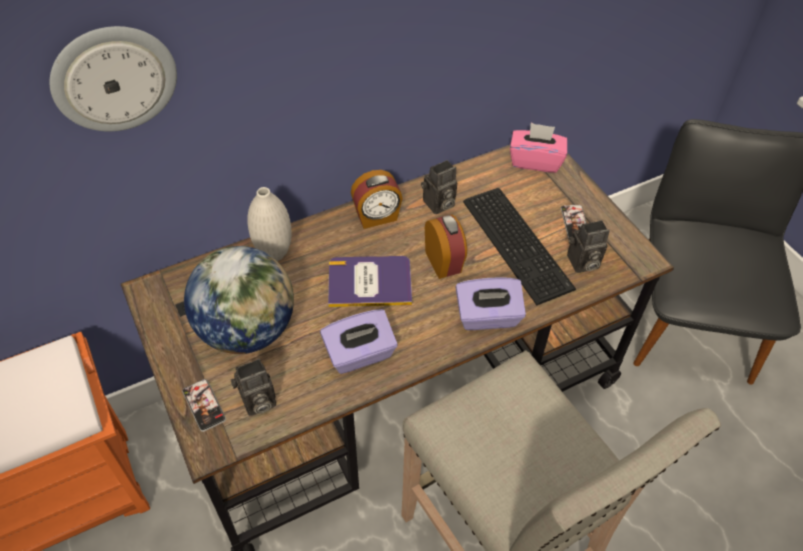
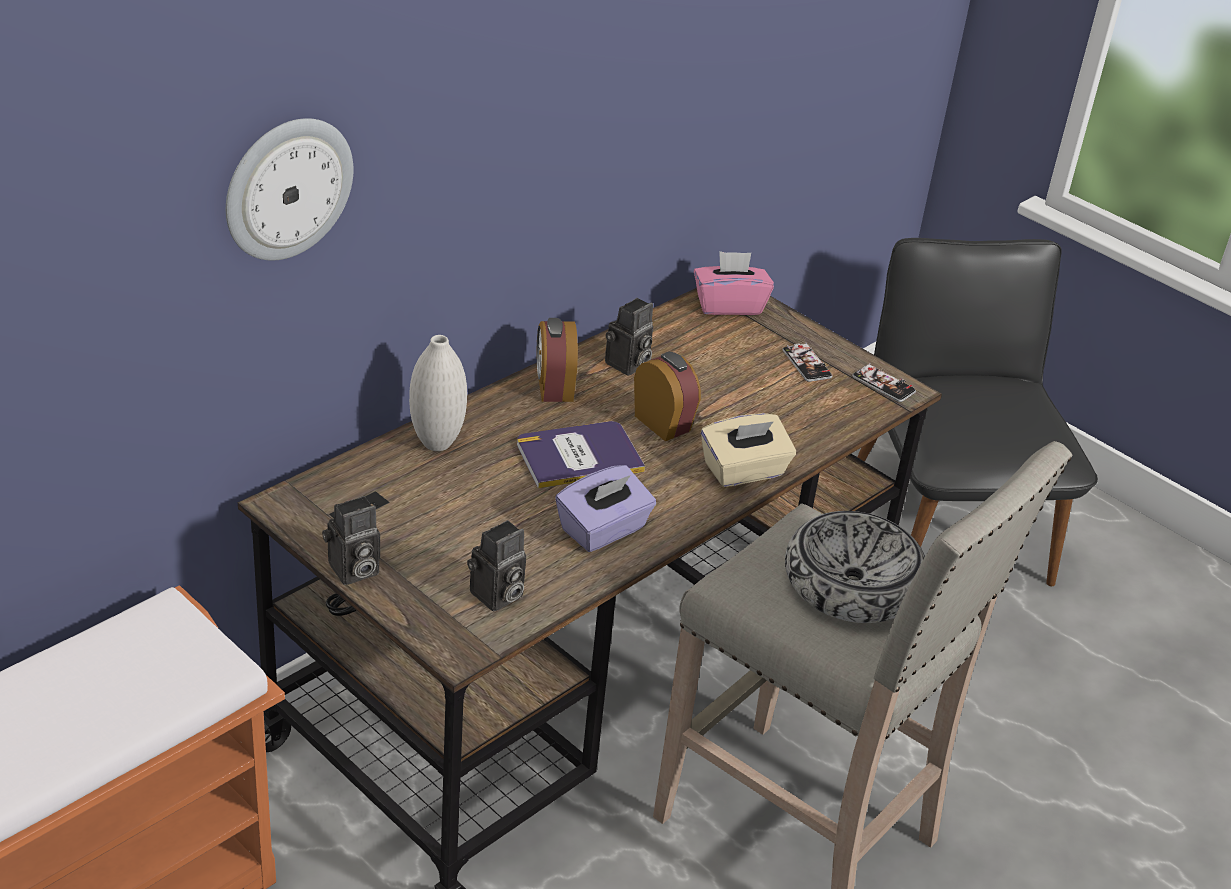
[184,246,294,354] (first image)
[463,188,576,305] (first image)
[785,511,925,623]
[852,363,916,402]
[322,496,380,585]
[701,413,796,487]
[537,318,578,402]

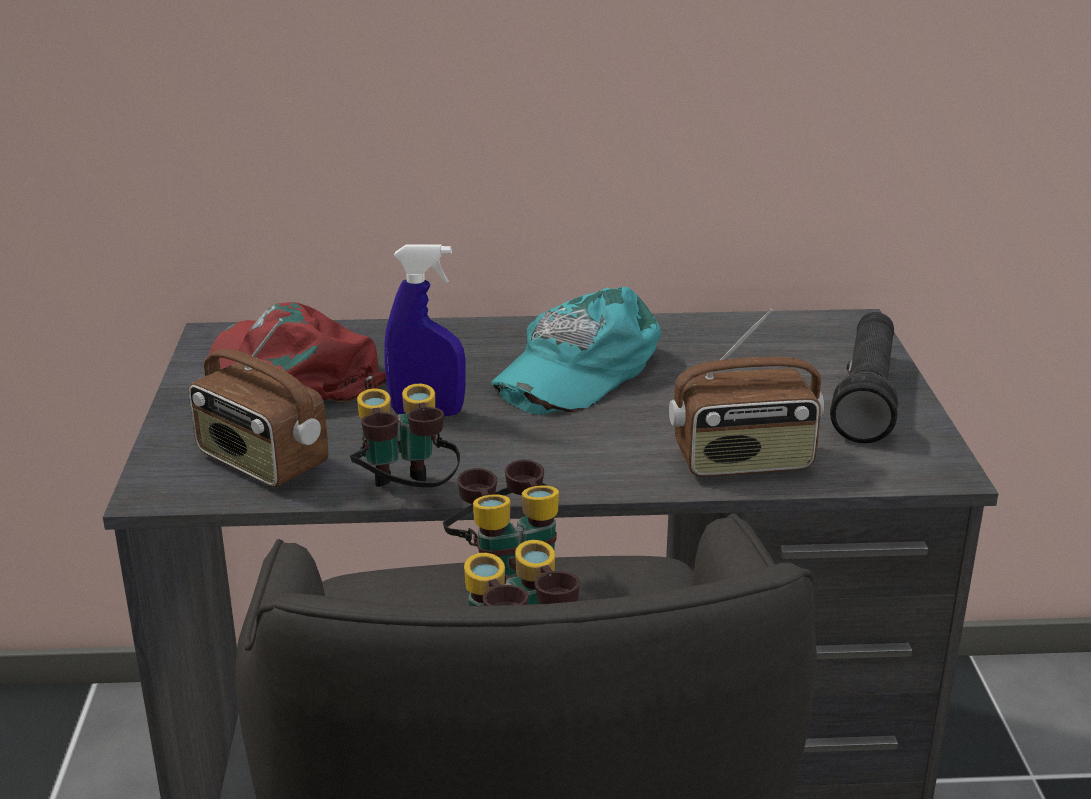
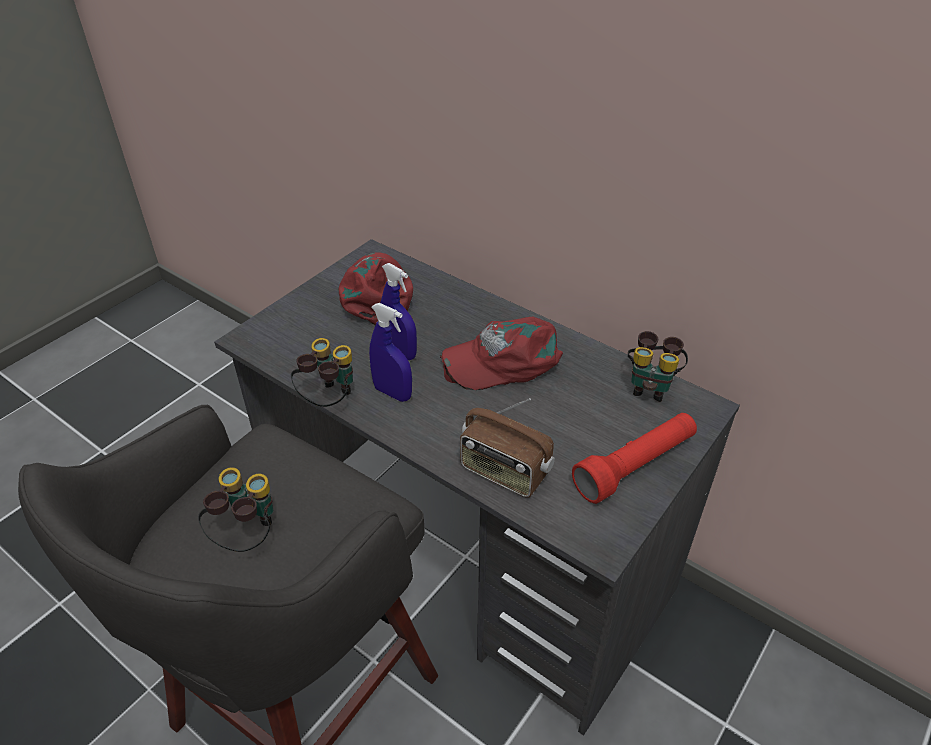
[188,318,328,487] (first image)
[369,303,412,402]
[628,331,688,402]
[440,317,563,390]
[572,413,697,504]

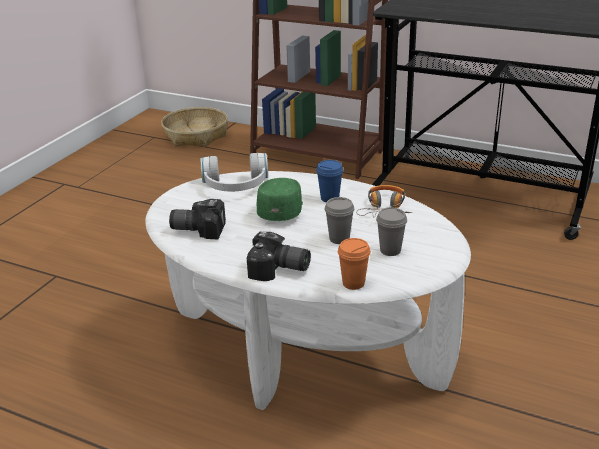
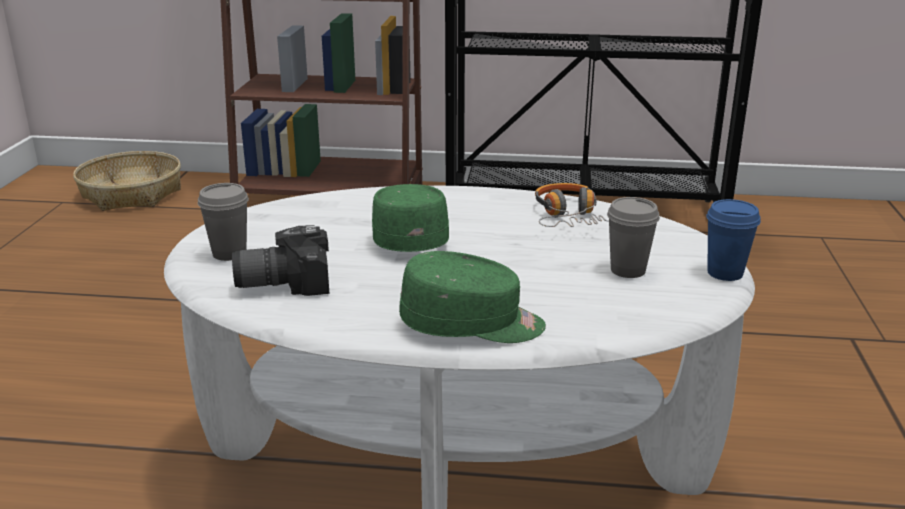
[200,153,268,192] (first image)
[338,238,371,290] (first image)
[706,199,761,281]
[198,183,249,261]
[399,251,546,343]

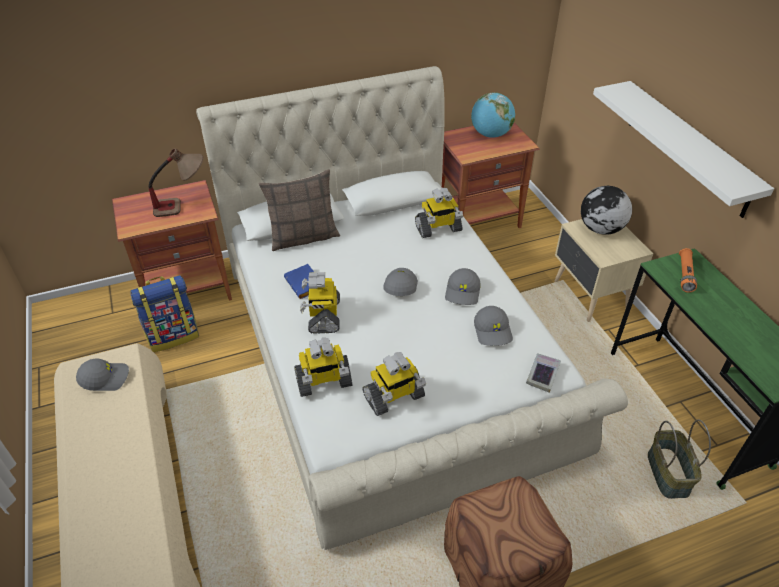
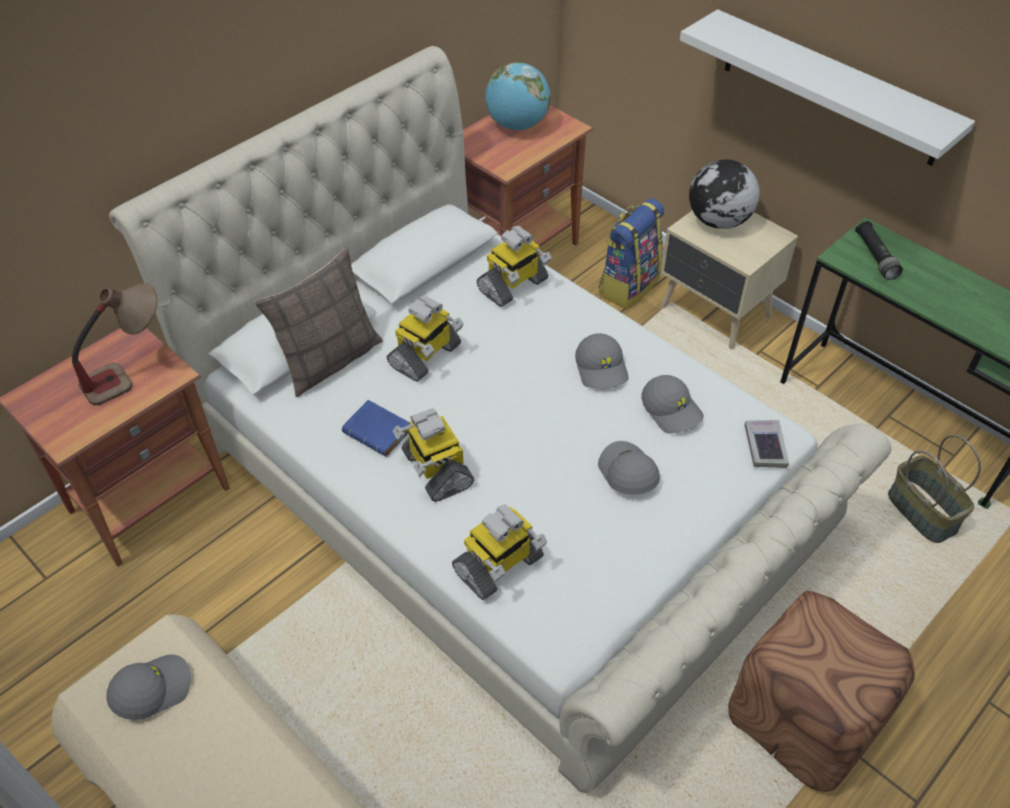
[599,198,664,309]
[387,295,463,382]
[598,441,660,495]
[855,221,903,280]

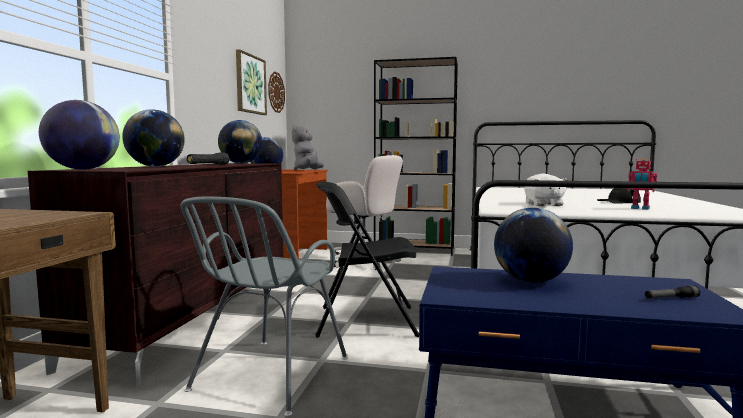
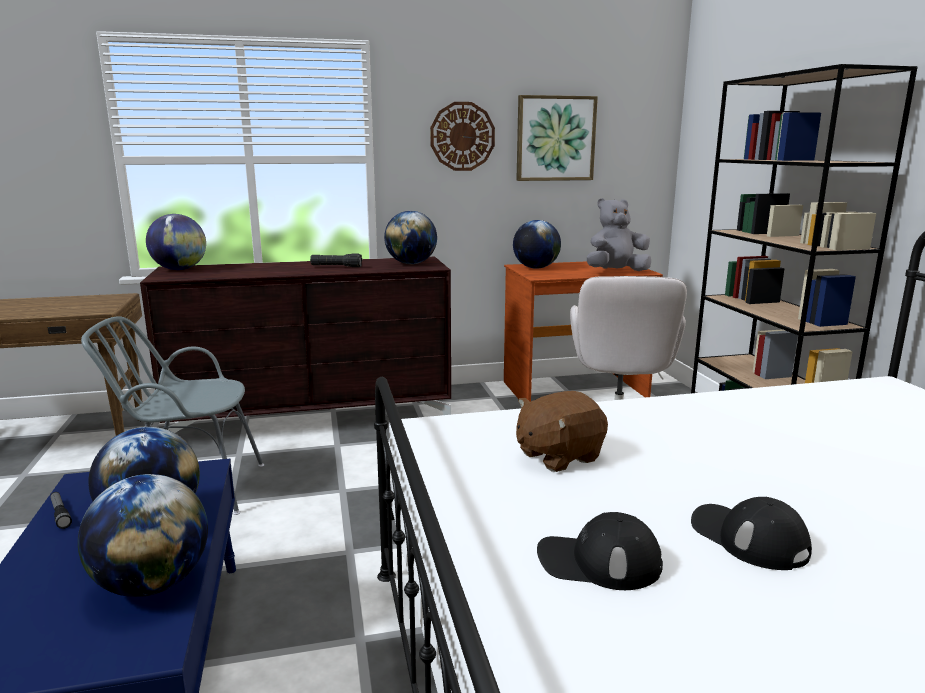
[315,182,419,338] (first image)
[78,474,208,597]
[430,102,495,171]
[50,492,72,529]
[537,512,663,590]
[516,391,608,472]

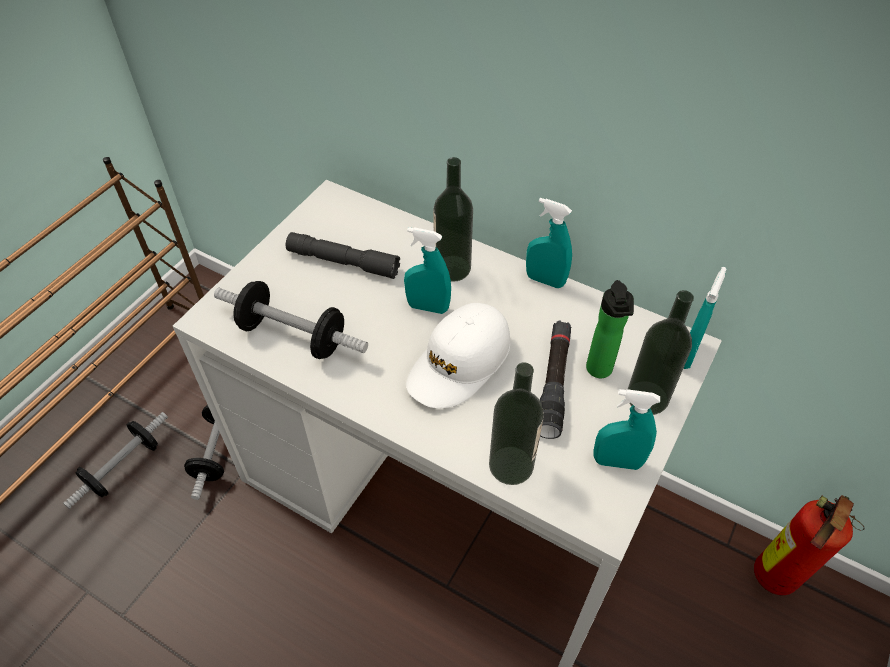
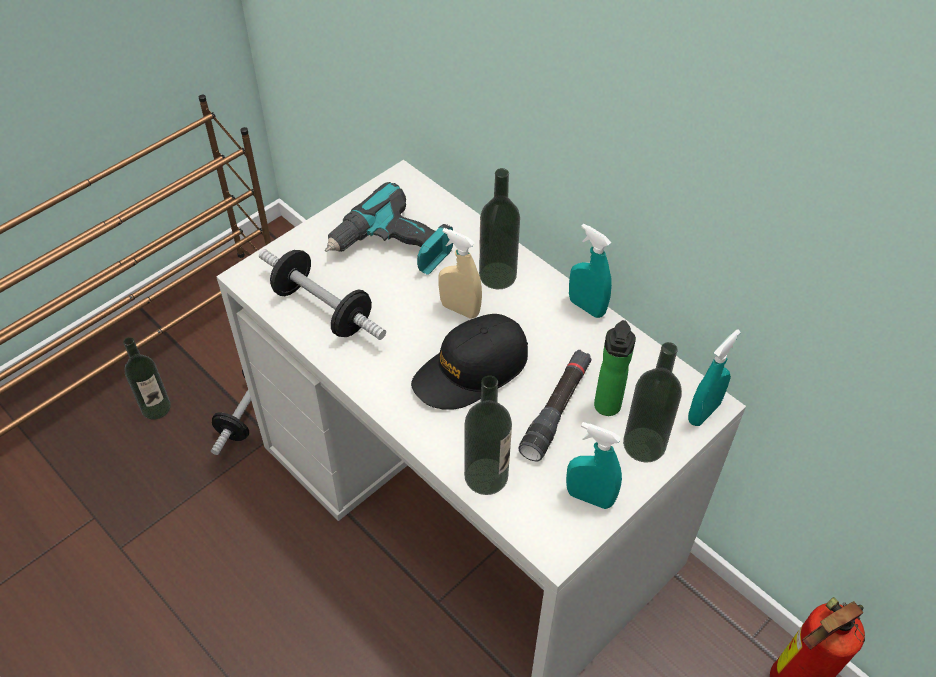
[123,337,171,420]
[325,182,453,275]
[438,228,482,319]
[411,314,528,410]

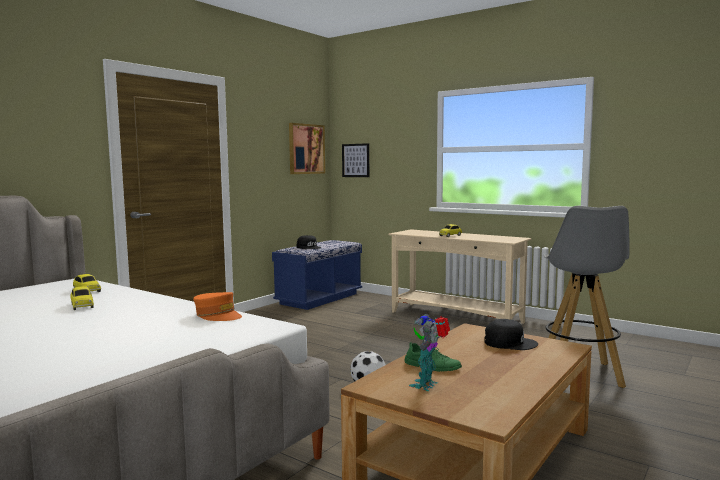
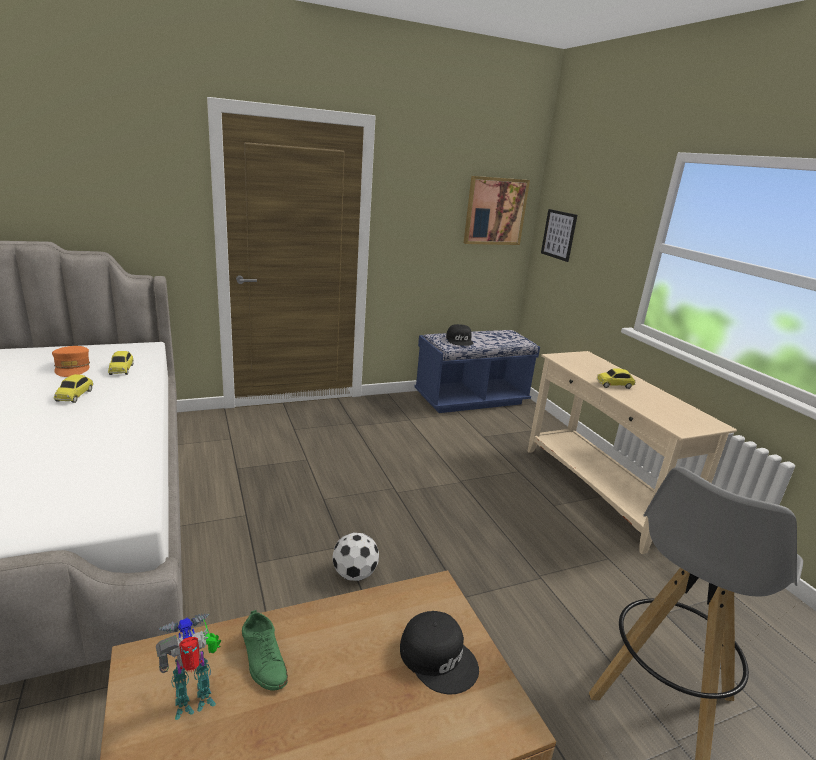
[52,346,90,377]

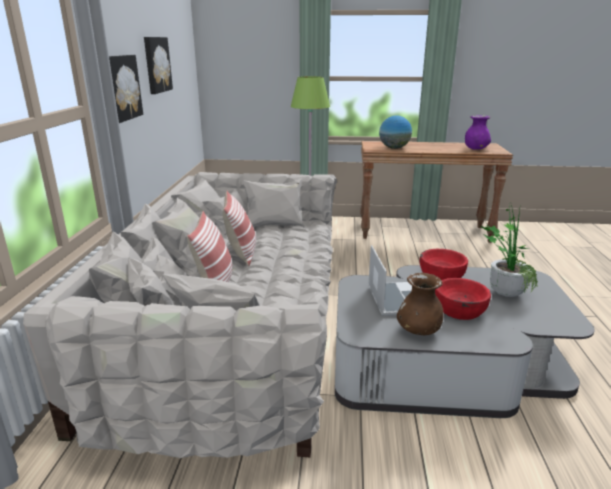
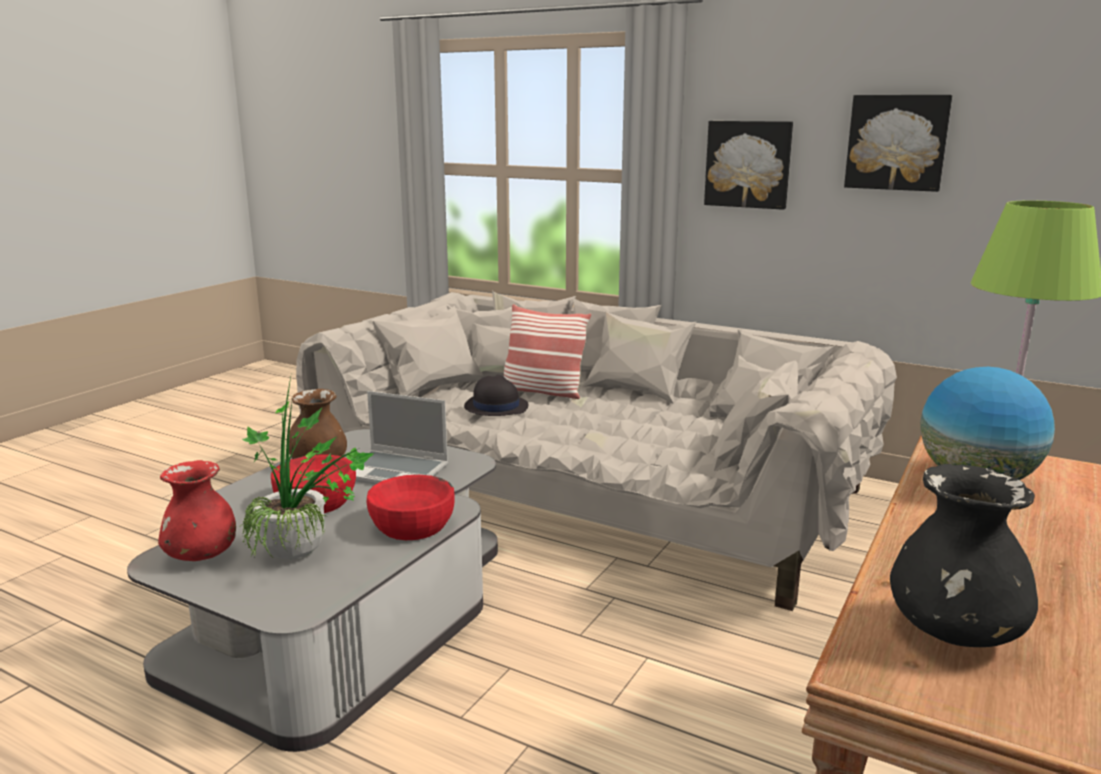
[222,191,256,266] (first image)
[158,460,236,561]
[464,375,529,416]
[890,464,1038,647]

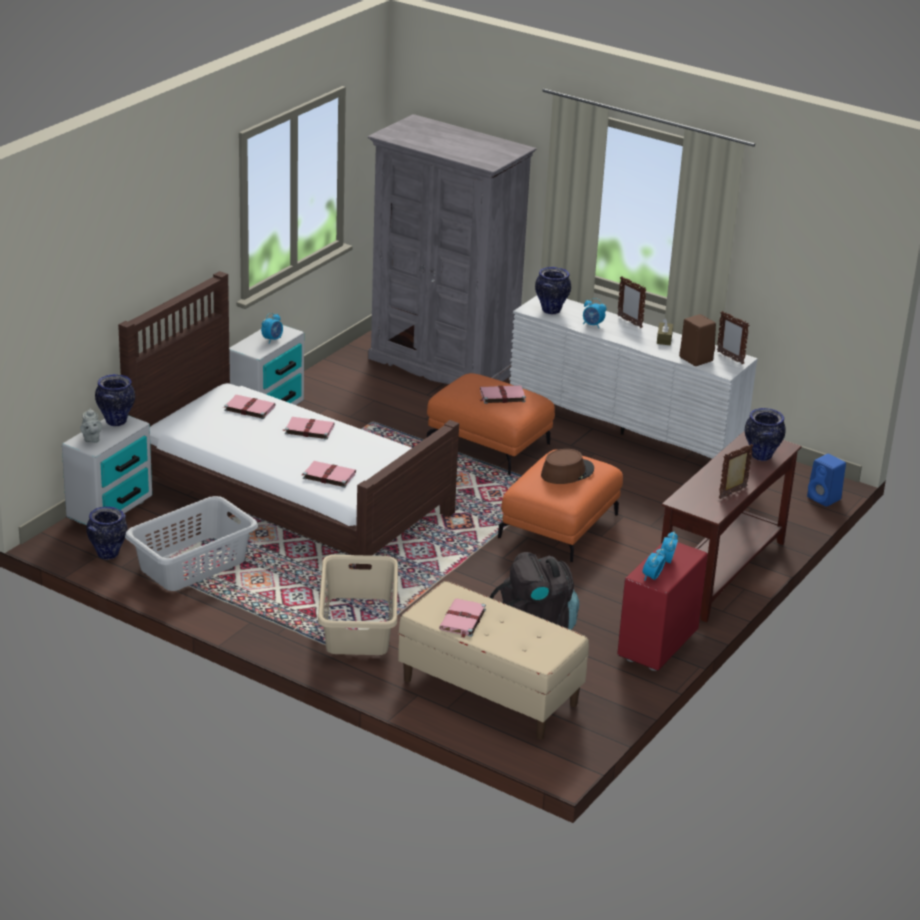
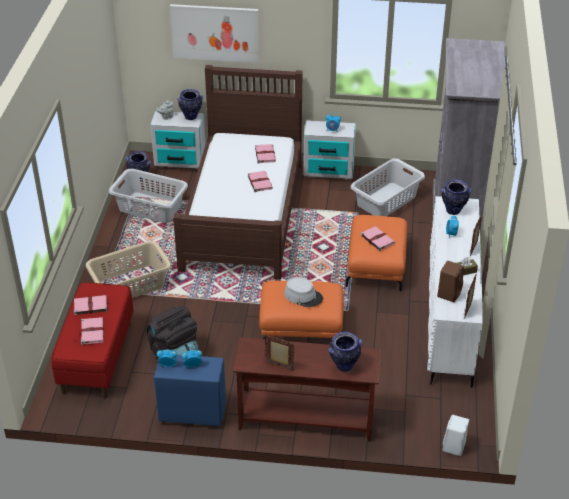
[170,4,259,63]
[351,159,425,216]
[81,317,104,345]
[51,282,134,398]
[284,277,323,307]
[154,355,226,426]
[443,415,469,456]

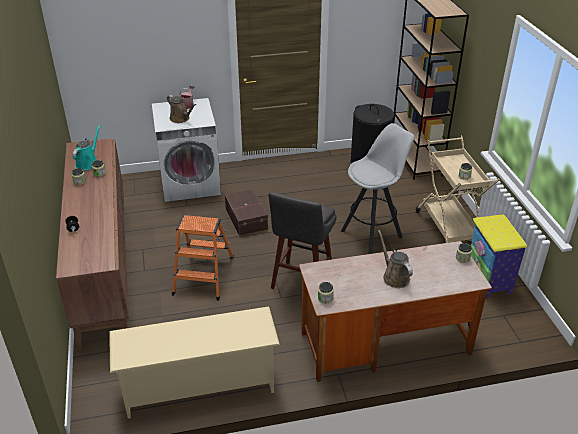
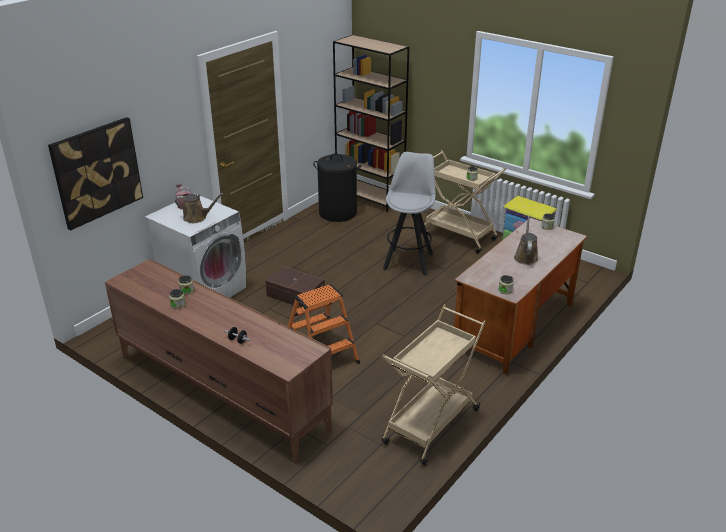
[72,125,101,171] (first image)
[268,192,337,289] (first image)
[48,117,143,230]
[382,304,486,466]
[514,216,538,265]

